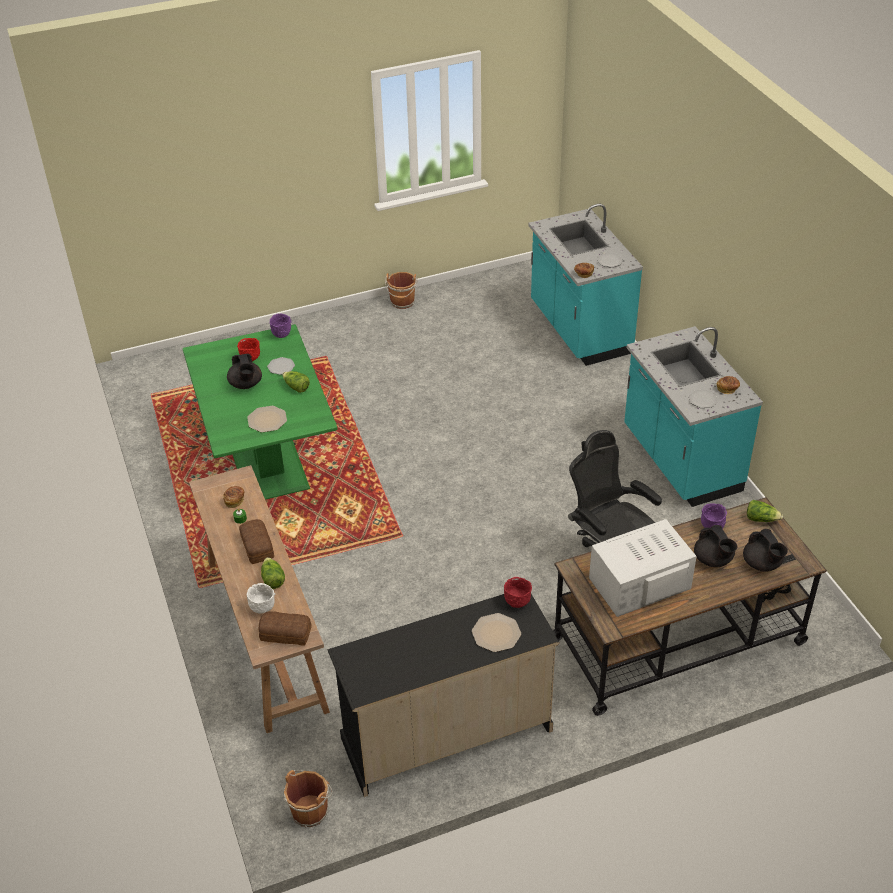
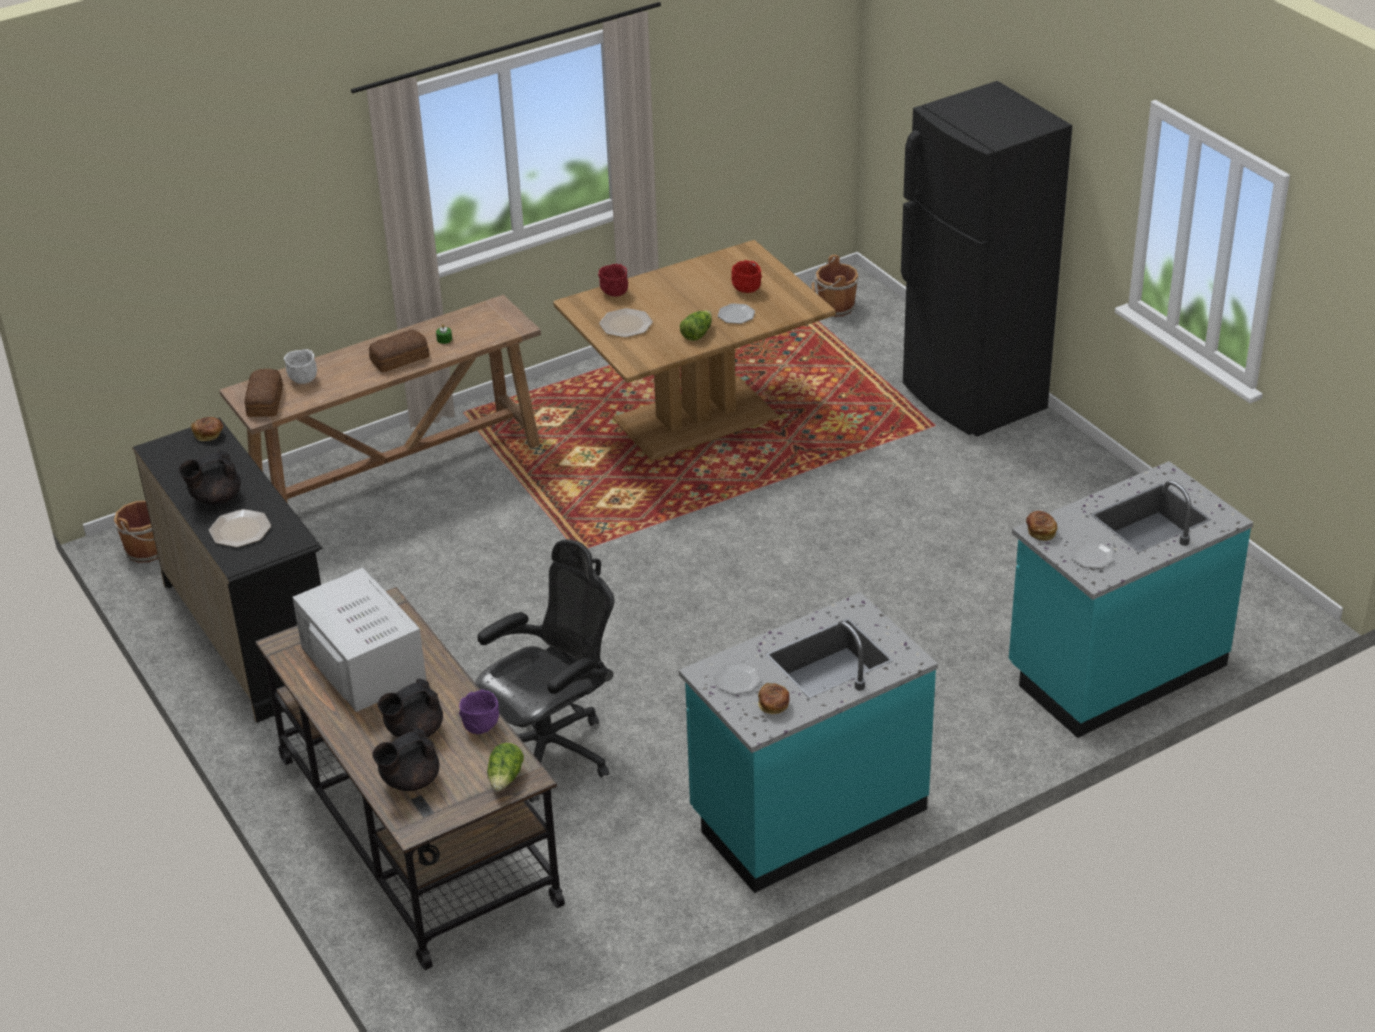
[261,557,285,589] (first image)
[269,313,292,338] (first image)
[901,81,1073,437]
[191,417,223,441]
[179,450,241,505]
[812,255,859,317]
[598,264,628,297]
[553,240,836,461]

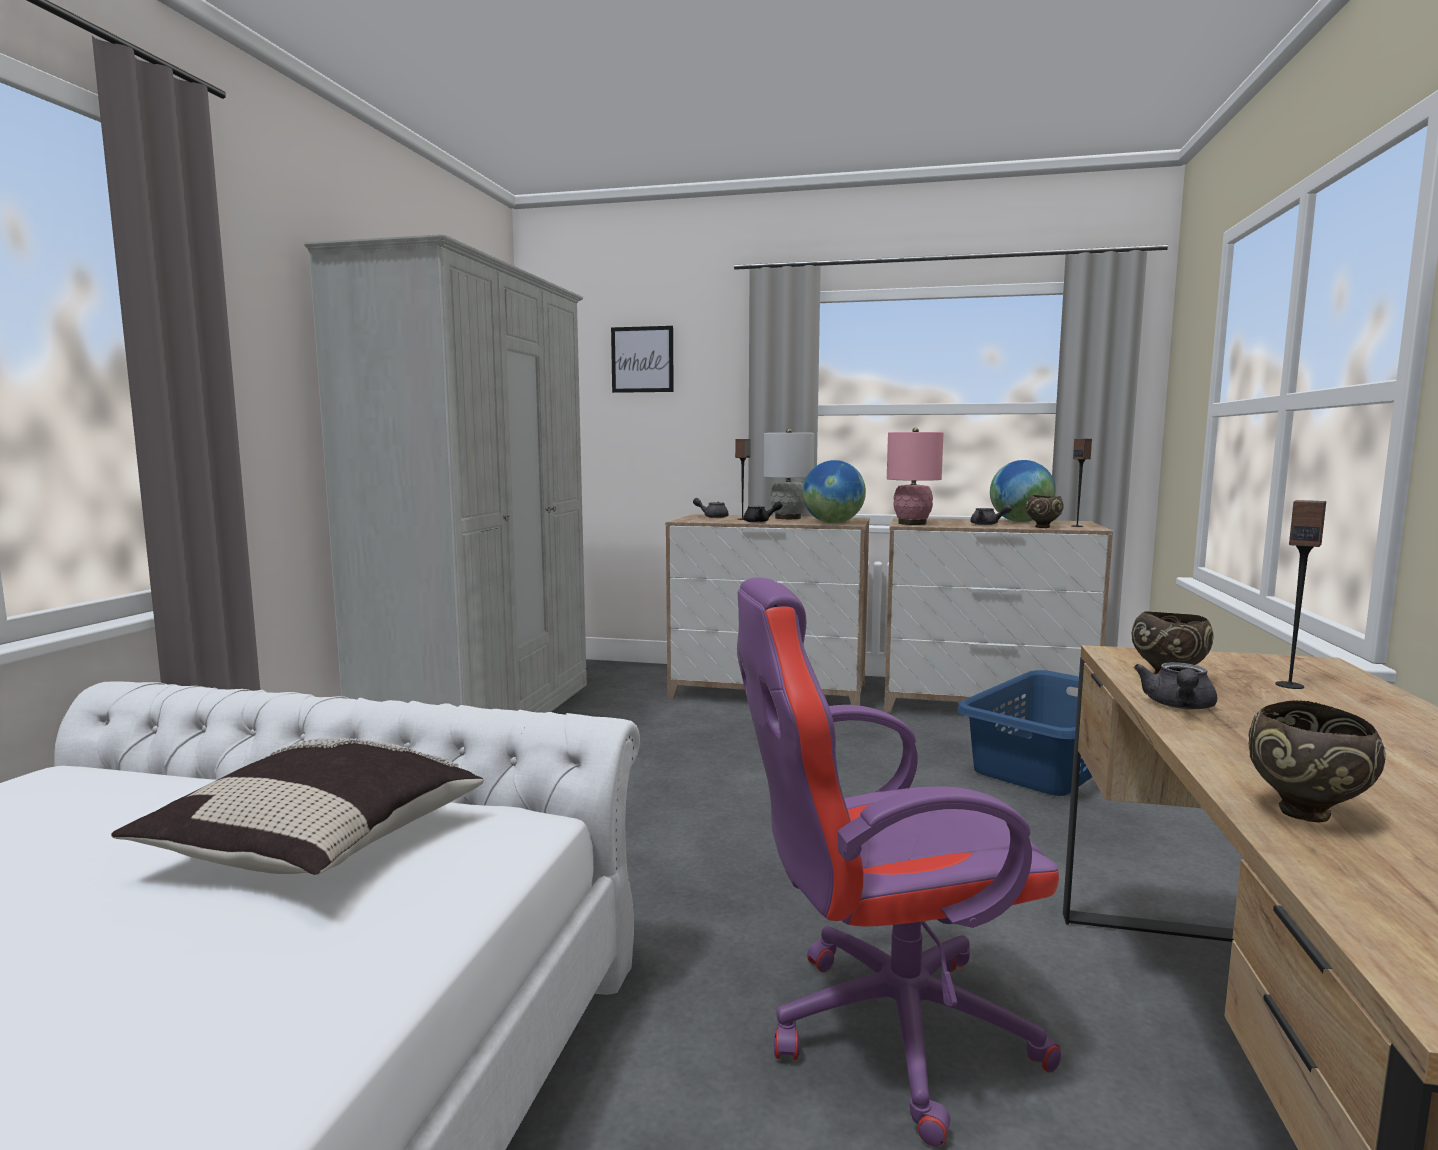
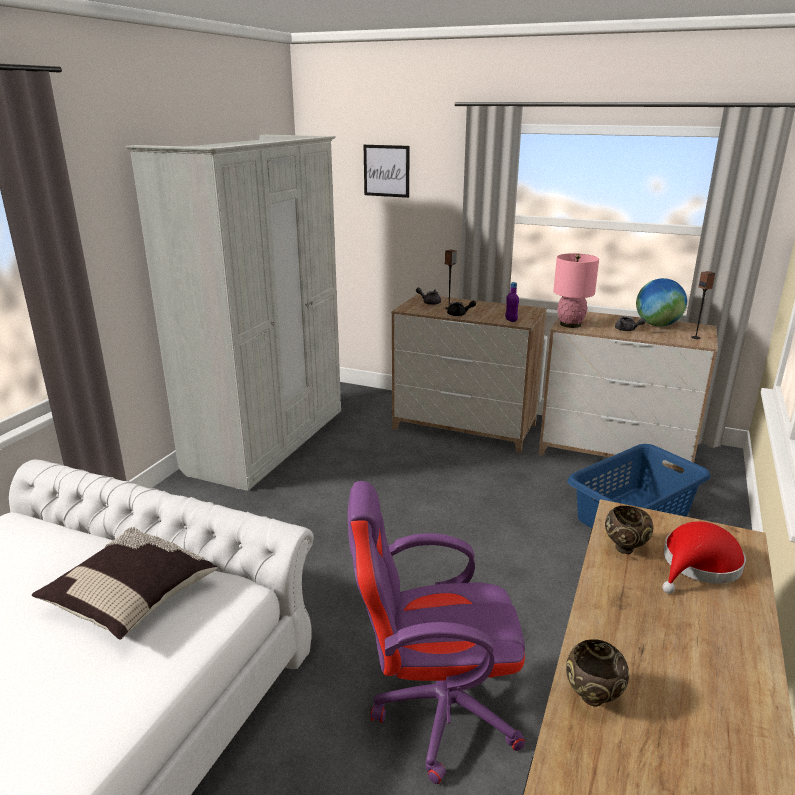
[764,429,814,519] (first image)
[1026,494,1064,528] (first image)
[1134,662,1217,710] (first image)
[505,282,519,322]
[662,521,746,594]

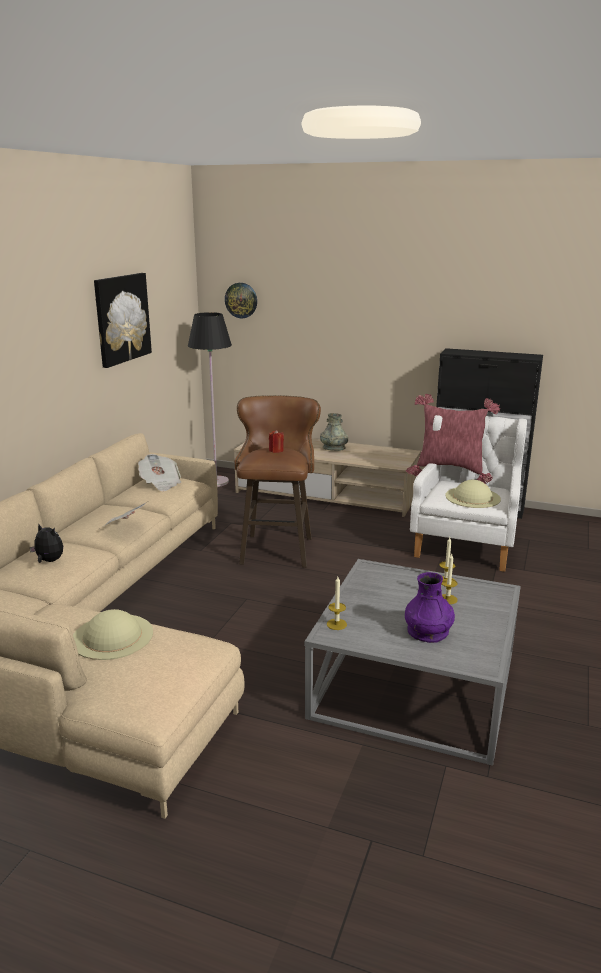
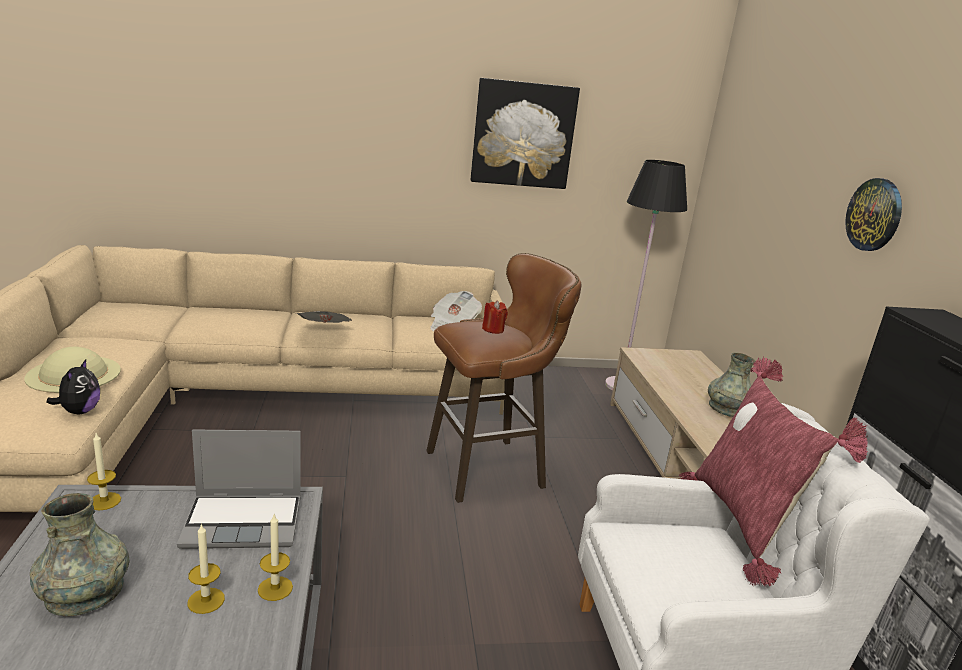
[445,480,501,508] (first image)
[177,429,301,549]
[46,359,100,414]
[845,178,902,251]
[30,493,129,617]

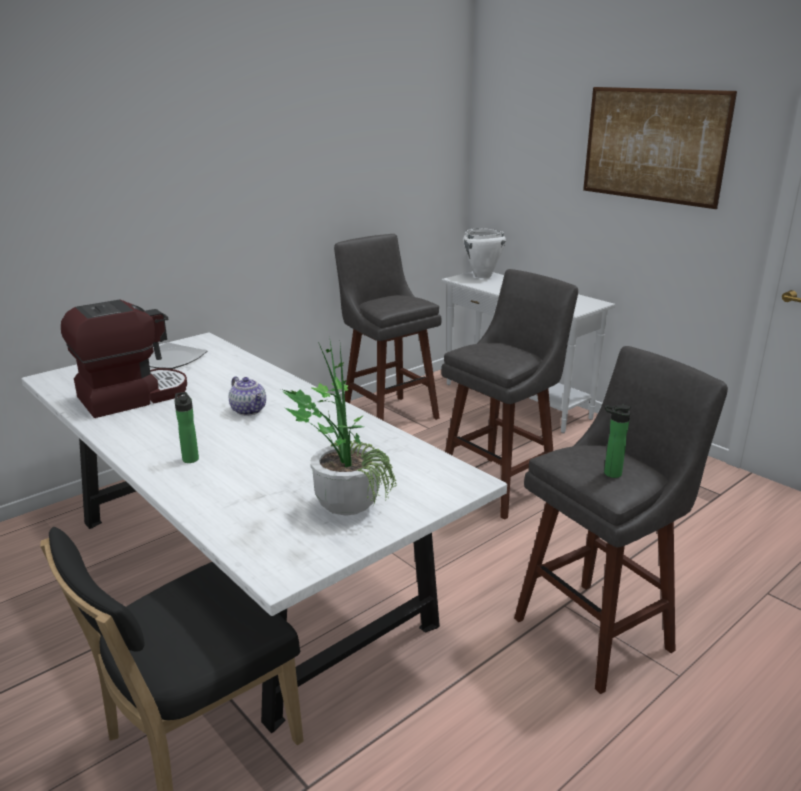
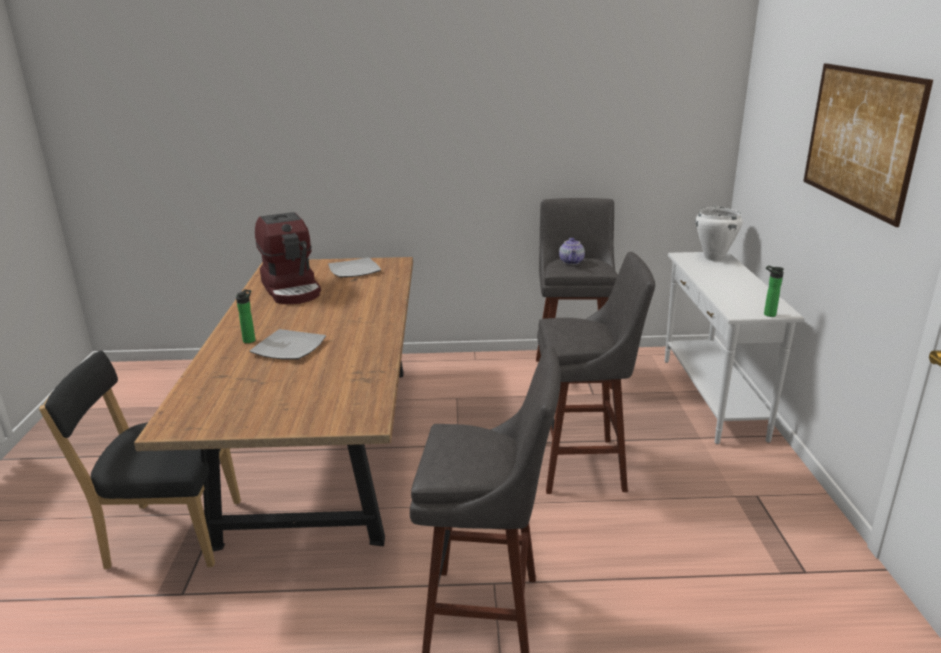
[281,335,397,516] (first image)
[250,329,326,359]
[559,238,585,265]
[764,266,784,317]
[134,257,413,551]
[255,212,321,304]

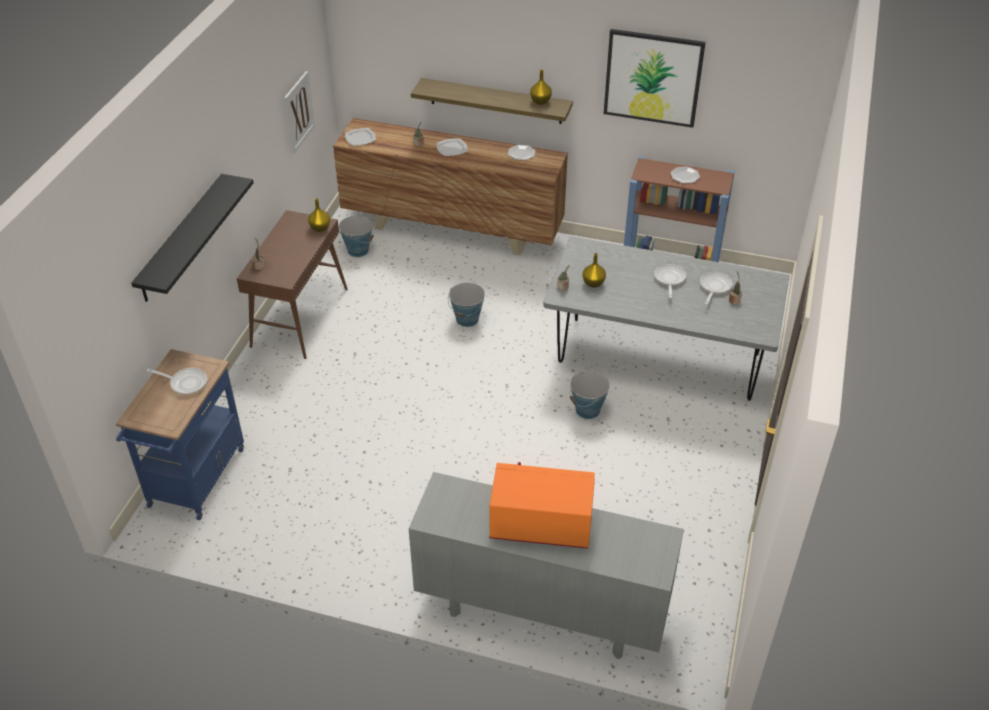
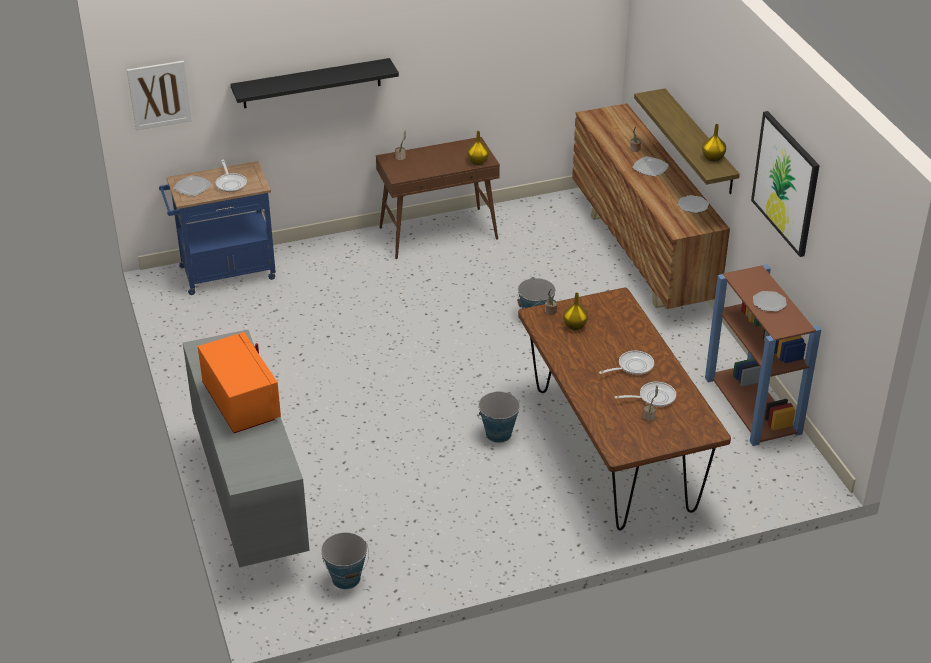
[127,61,191,130]
[321,532,369,589]
[174,175,212,196]
[518,288,731,530]

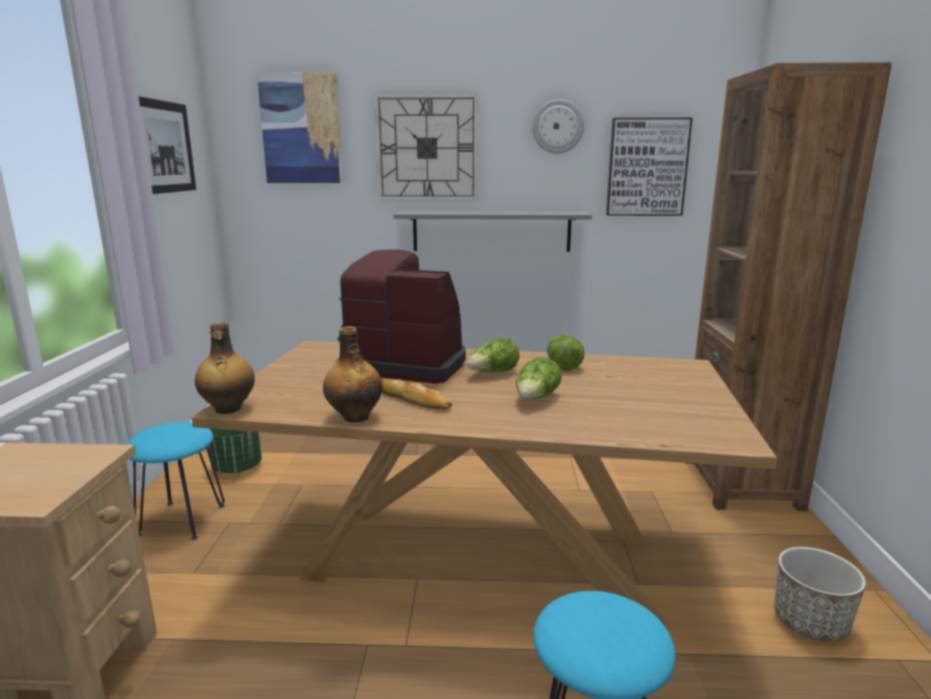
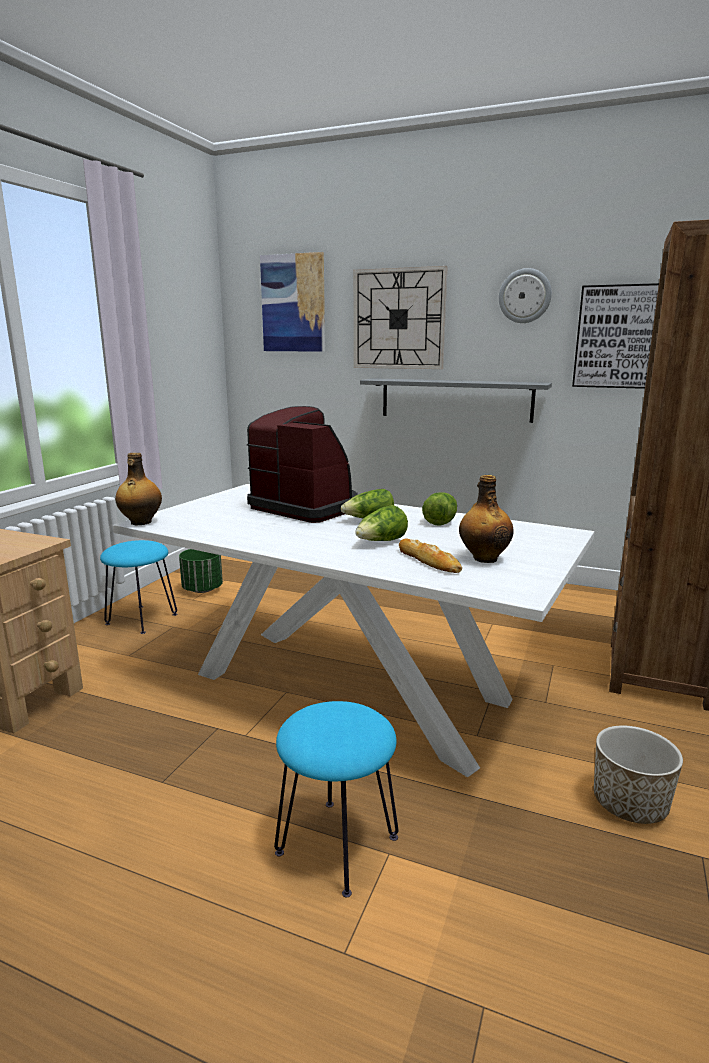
[138,96,196,194] (first image)
[459,475,514,563]
[399,538,462,573]
[113,484,594,777]

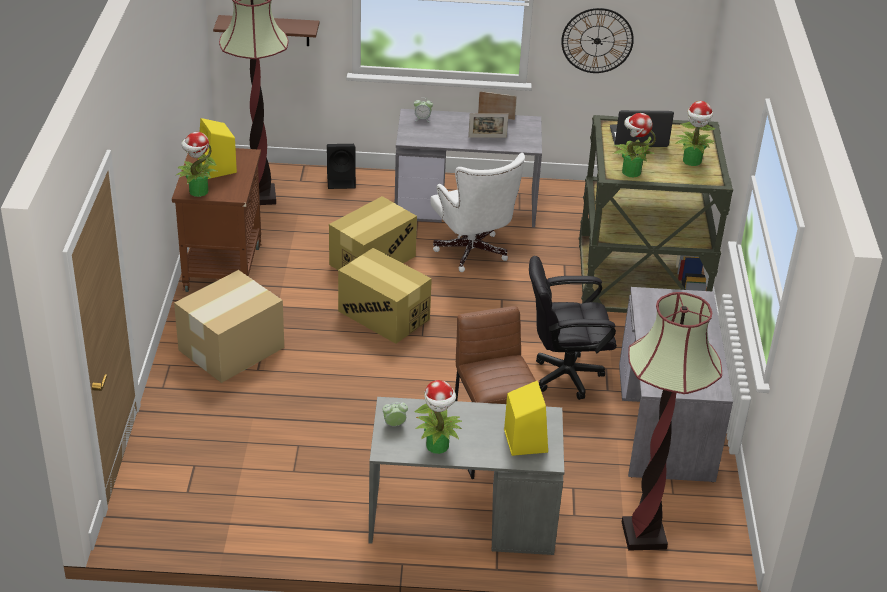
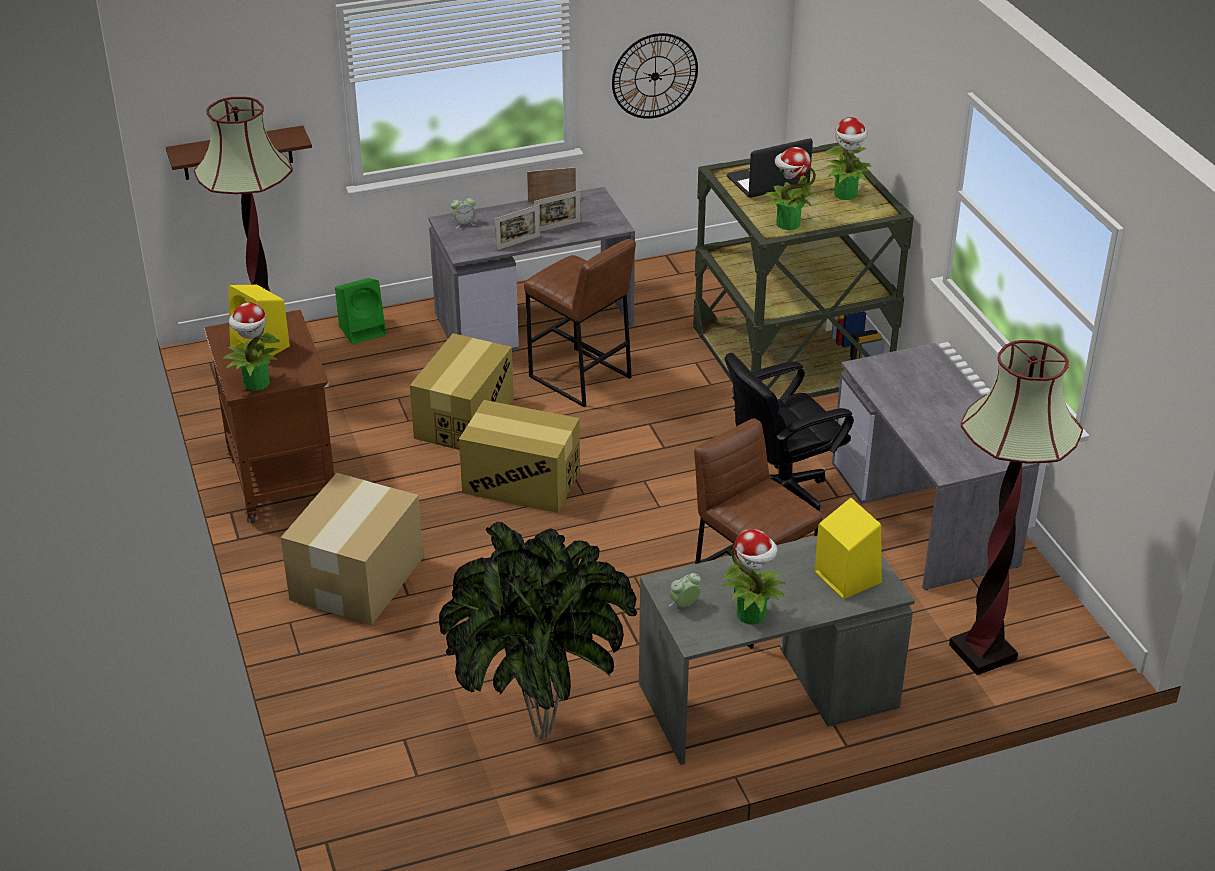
[439,522,637,740]
[494,205,540,250]
[524,239,636,407]
[335,278,386,344]

